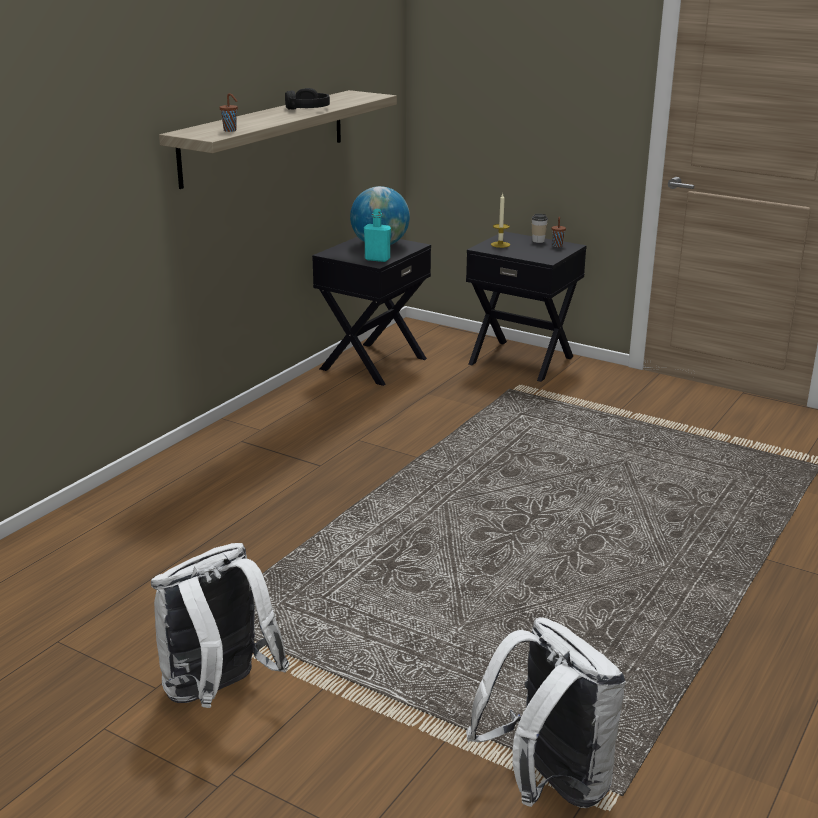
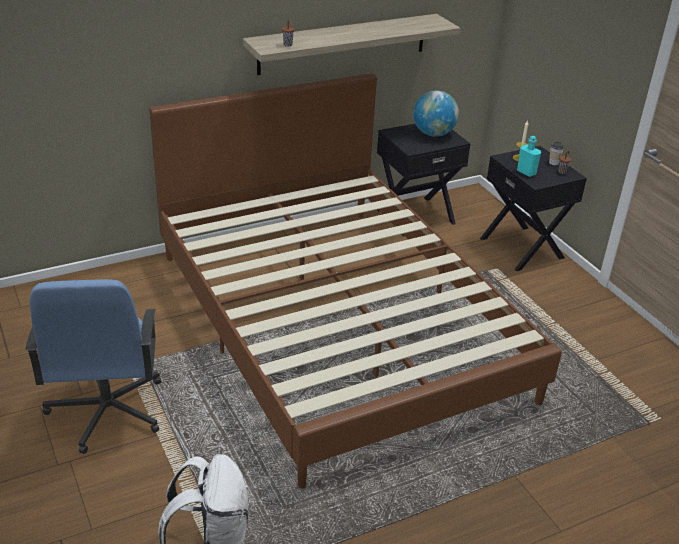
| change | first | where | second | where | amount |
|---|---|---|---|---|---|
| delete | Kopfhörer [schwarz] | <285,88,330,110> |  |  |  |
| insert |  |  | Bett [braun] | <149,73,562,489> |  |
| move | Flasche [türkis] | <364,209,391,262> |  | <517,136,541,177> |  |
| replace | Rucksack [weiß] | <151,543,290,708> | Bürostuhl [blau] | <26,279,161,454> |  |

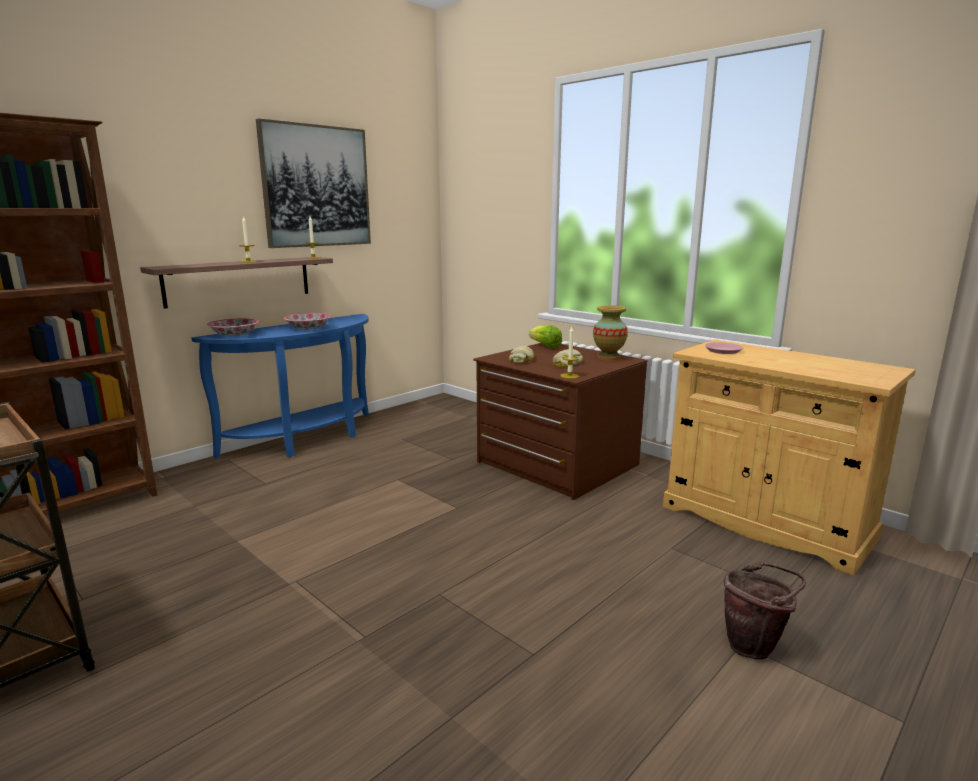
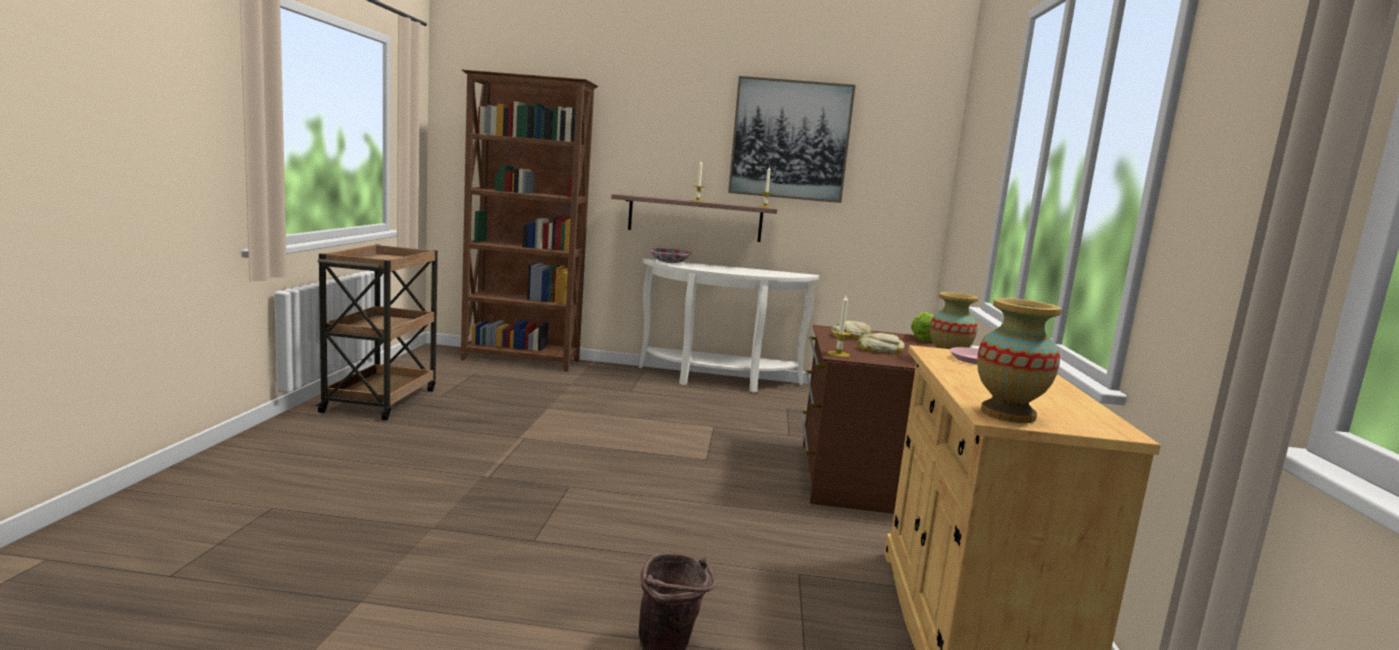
| change | first | where | second | where | amount |
|---|---|---|---|---|---|
| delete | Schüssel | <284,313,331,329> |  |  |  |
| insert |  |  | Vase | <977,298,1062,423> |  |
| recolor | Konsolentisch [blau] | <191,314,369,458> | Konsolentisch [weiß] | <639,258,819,393> |  |

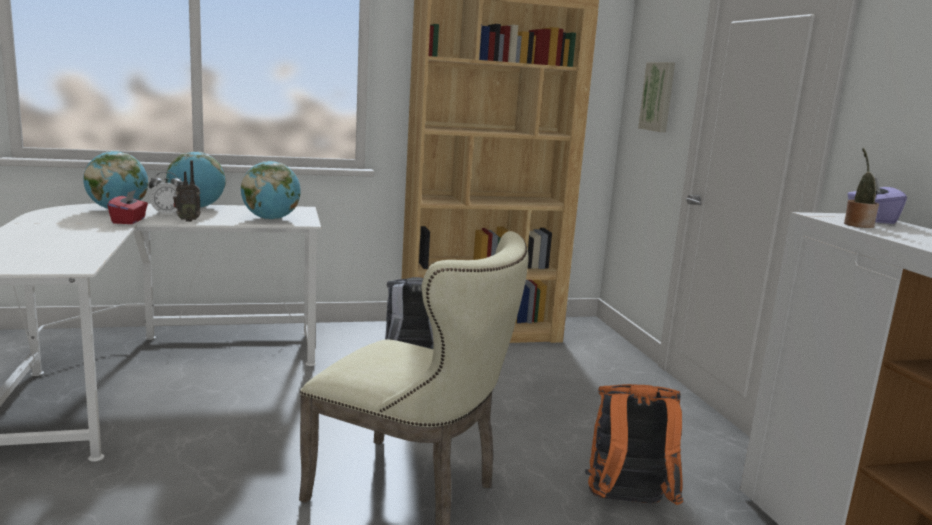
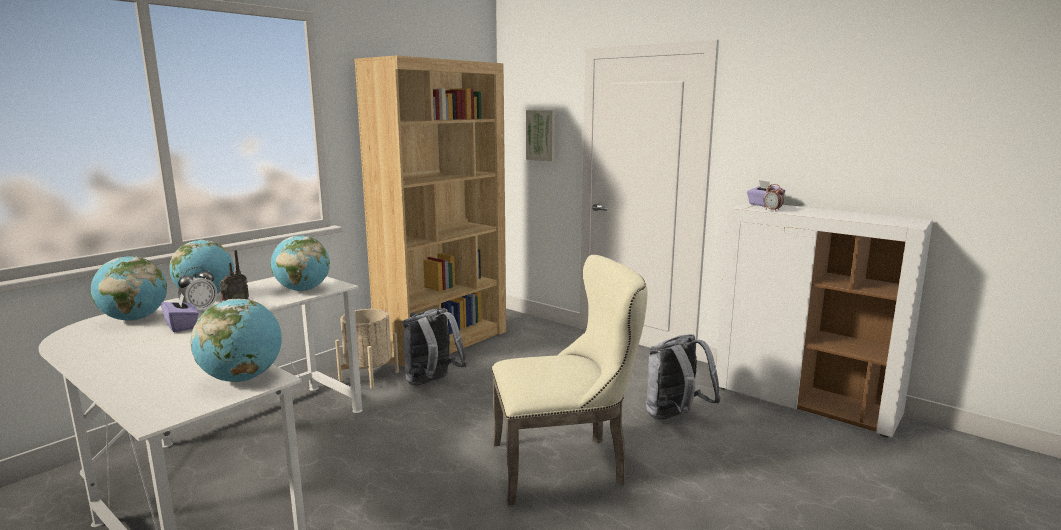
| change | first | where | second | where | amount |
|---|---|---|---|---|---|
| insert |  |  | Globus | <190,299,282,382> |  |
| insert |  |  | Pflanzkübel [beige] | <335,309,399,389> |  |
| replace | Topfpflanze | <844,148,879,228> | Wecker | <763,184,784,211> |  |
| recolor | Taschentuchbox [rot] | <107,190,148,224> | Taschentuchbox [lila] | <161,292,199,332> |  |
| recolor | Rucksack [orange] | <585,384,683,505> | Rucksack [grau] | <646,334,721,420> |  |

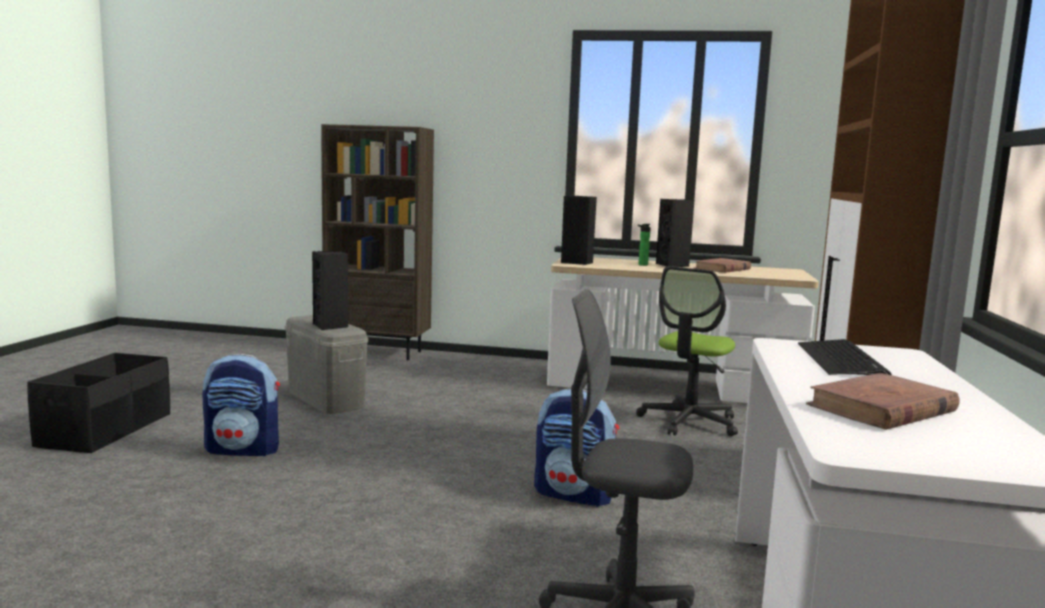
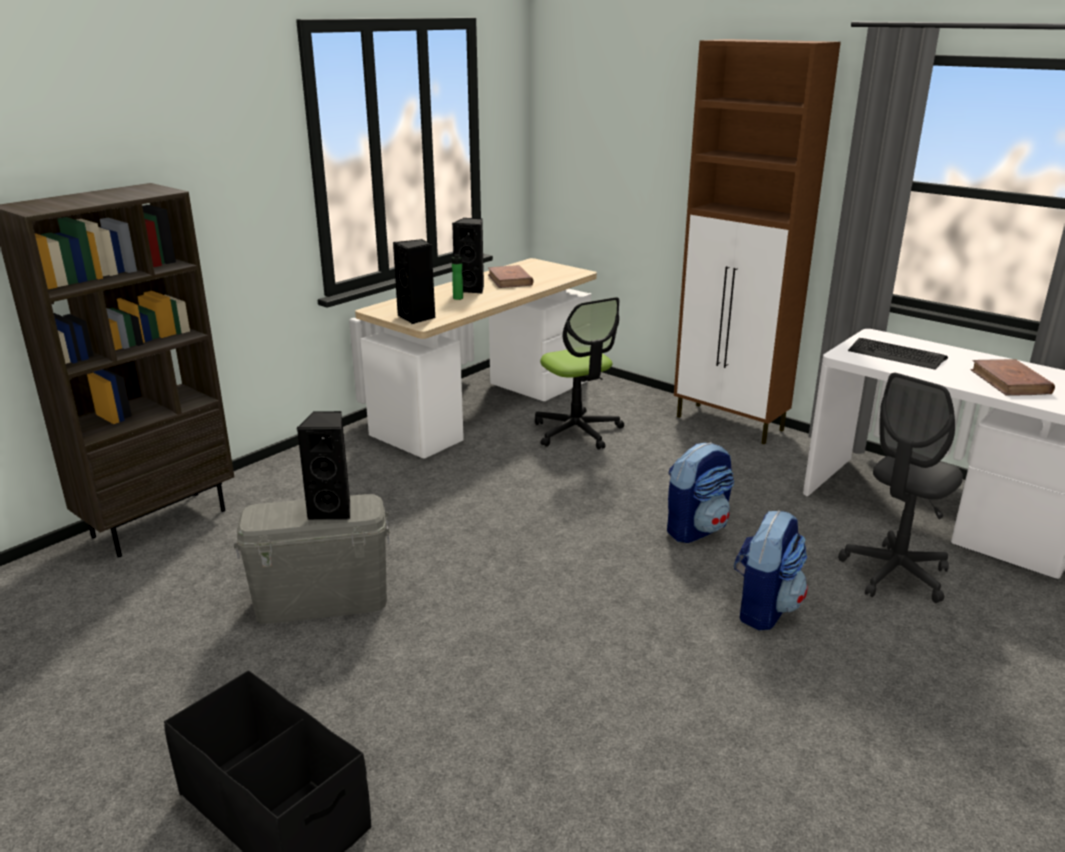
| change | first | where | second | where | amount |
|---|---|---|---|---|---|
| move | Rucksack | <203,354,280,457> |  | <734,510,808,630> |  |

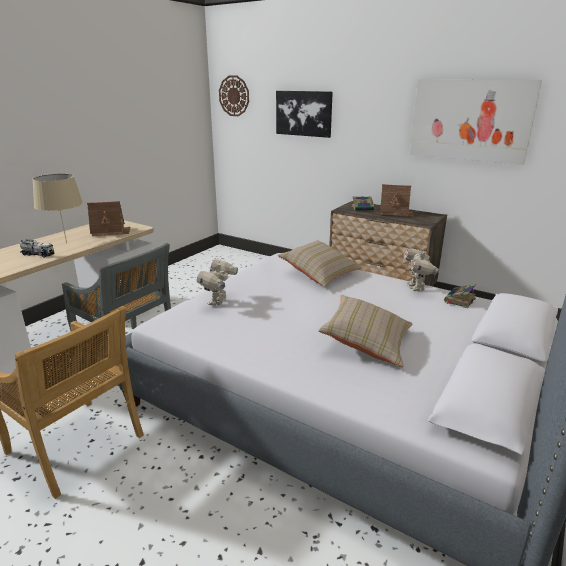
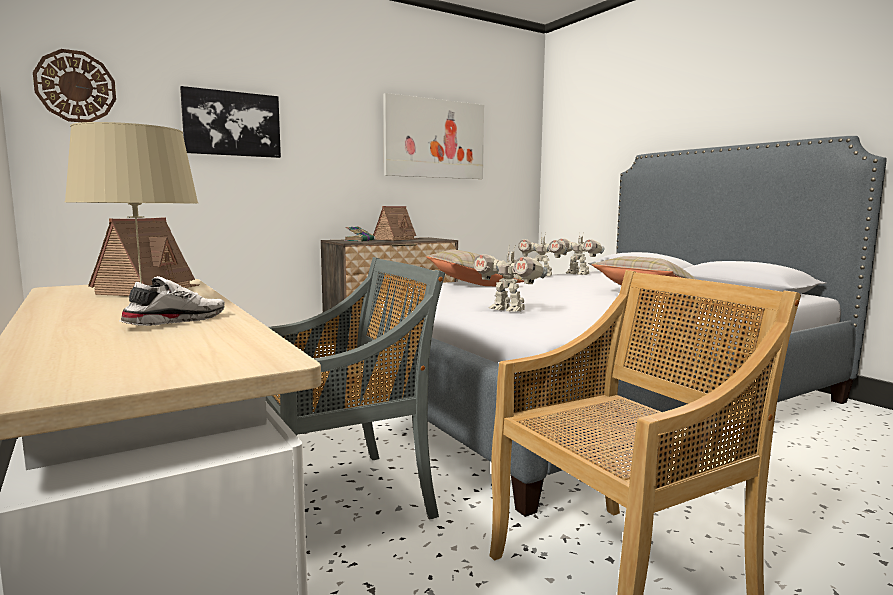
| change | first | where | second | where | amount |
|---|---|---|---|---|---|
| replace | Spielzeuglaster | <20,239,55,258> | Schuh [weiß] | <119,276,225,326> |  |
| replace | Buch | <444,284,476,308> | Spielzeugroboter | <559,232,605,275> |  |

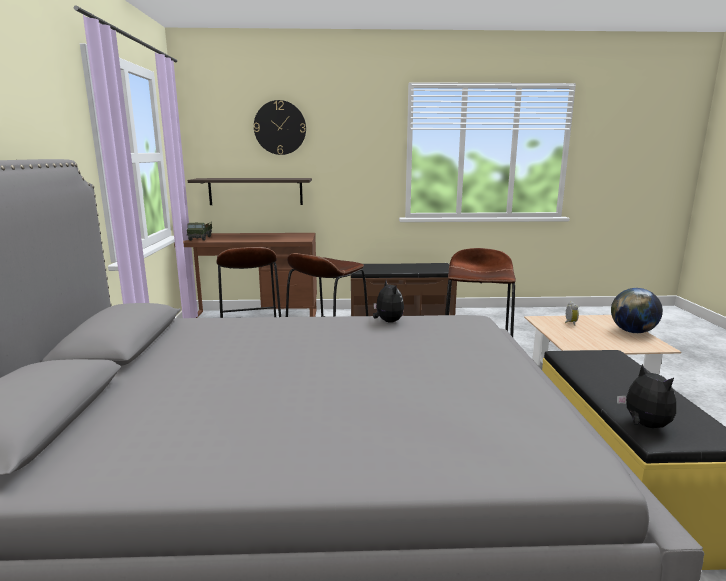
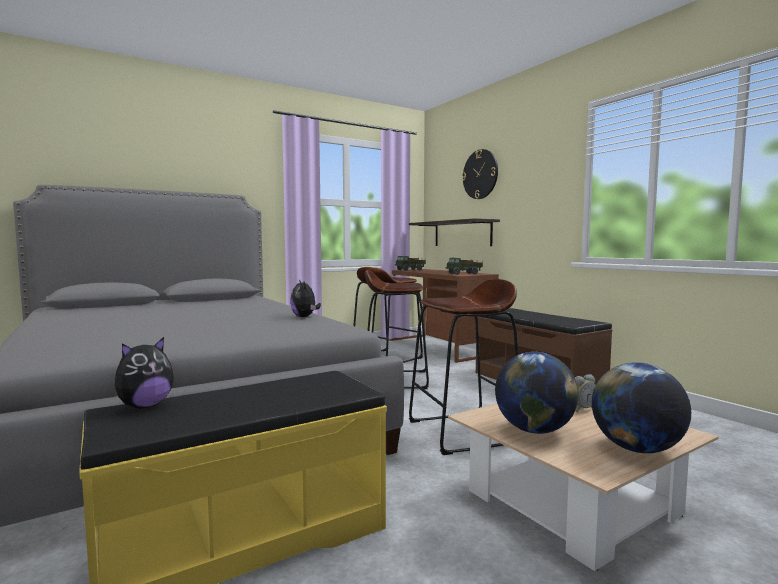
| change | first | where | second | where | amount |
|---|---|---|---|---|---|
| insert |  |  | Spielzeuglaster | <446,258,483,275> |  |
| insert |  |  | Globus | <495,352,579,434> |  |
| rotate | Plüschtier | <373,281,404,323> |  | <290,279,321,317> | 120 degrees clockwise |

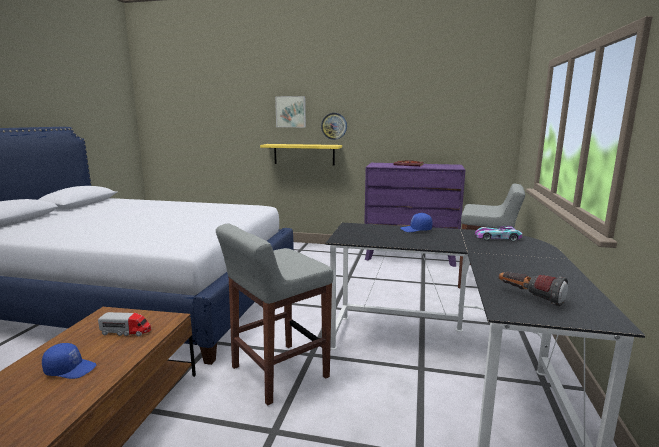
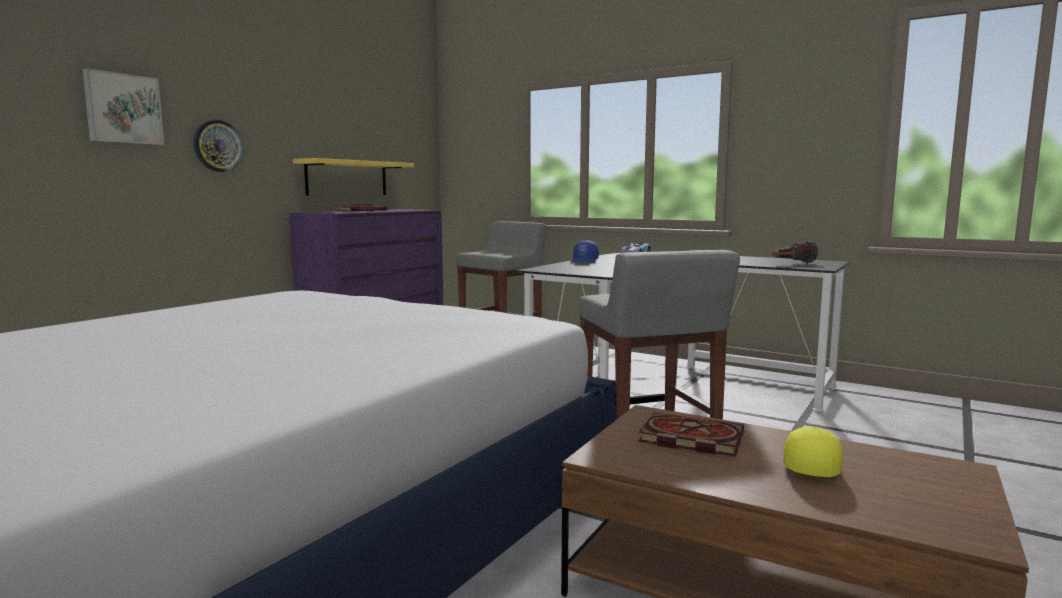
| change | first | where | second | where | amount |
|---|---|---|---|---|---|
| move | Wandregal [gelb] | <260,144,342,166> |  | <293,158,414,196> |  |
| replace | Spielzeuglaster | <98,312,151,337> | Buch | <638,413,744,457> |  |
| recolor | Kappe [blau] | <42,343,96,379> | Kappe [gelb] | <783,427,843,477> |  |

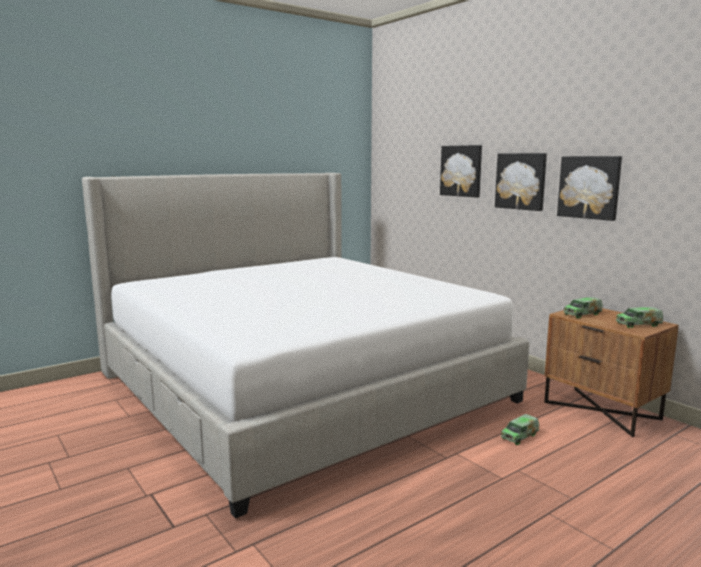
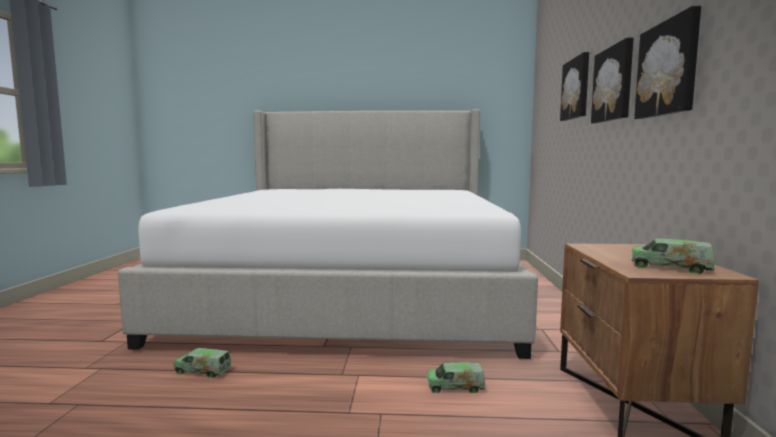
| change | first | where | second | where | amount |
|---|---|---|---|---|---|
| move | Spielzeuglaster | <564,297,603,318> |  | <174,348,232,378> |  |

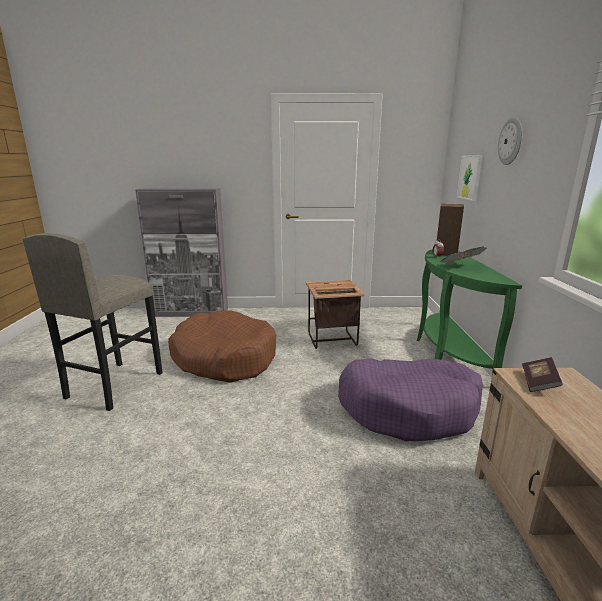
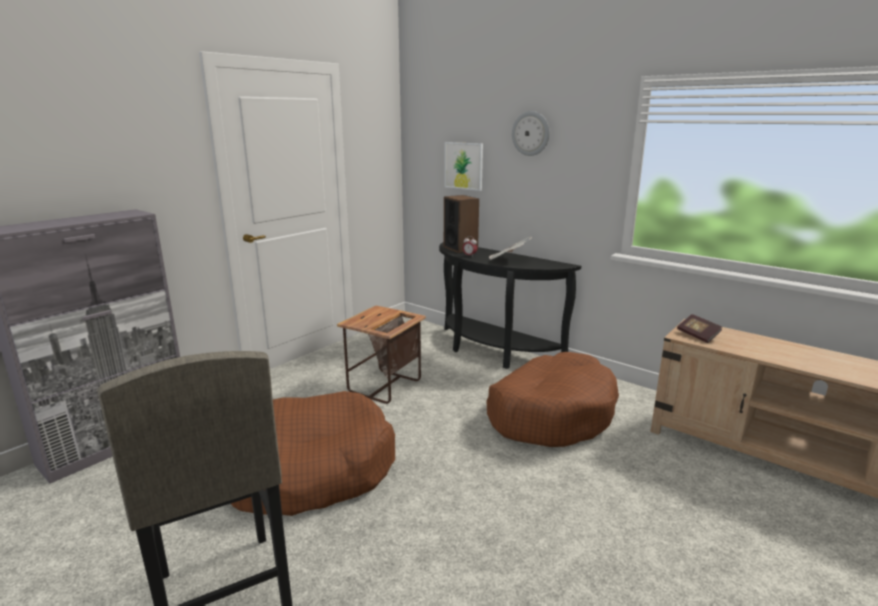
| change | first | where | second | where | amount |
|---|---|---|---|---|---|
| recolor | Hundebett [lila] | <338,358,483,441> | Hundebett [braun] | <486,352,619,447> |  |
| recolor | Konsolentisch [grün] | <417,249,522,374> | Konsolentisch [schwarz] | <439,242,581,369> |  |

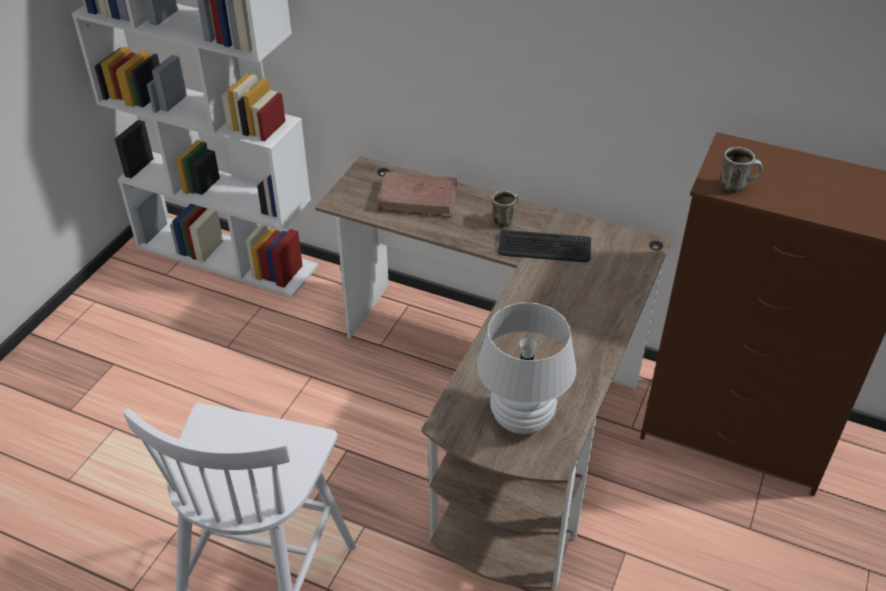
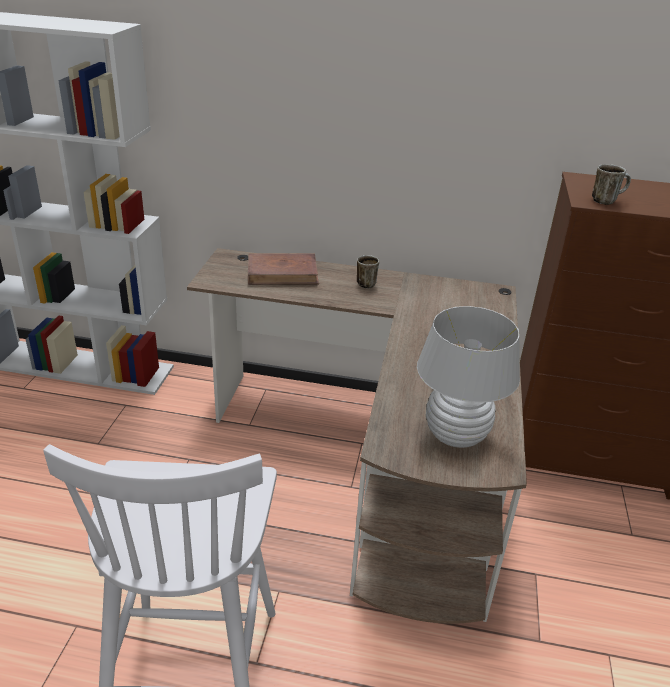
| change | first | where | second | where | amount |
|---|---|---|---|---|---|
| delete | Tastatur | <498,230,591,262> |  |  |  |

